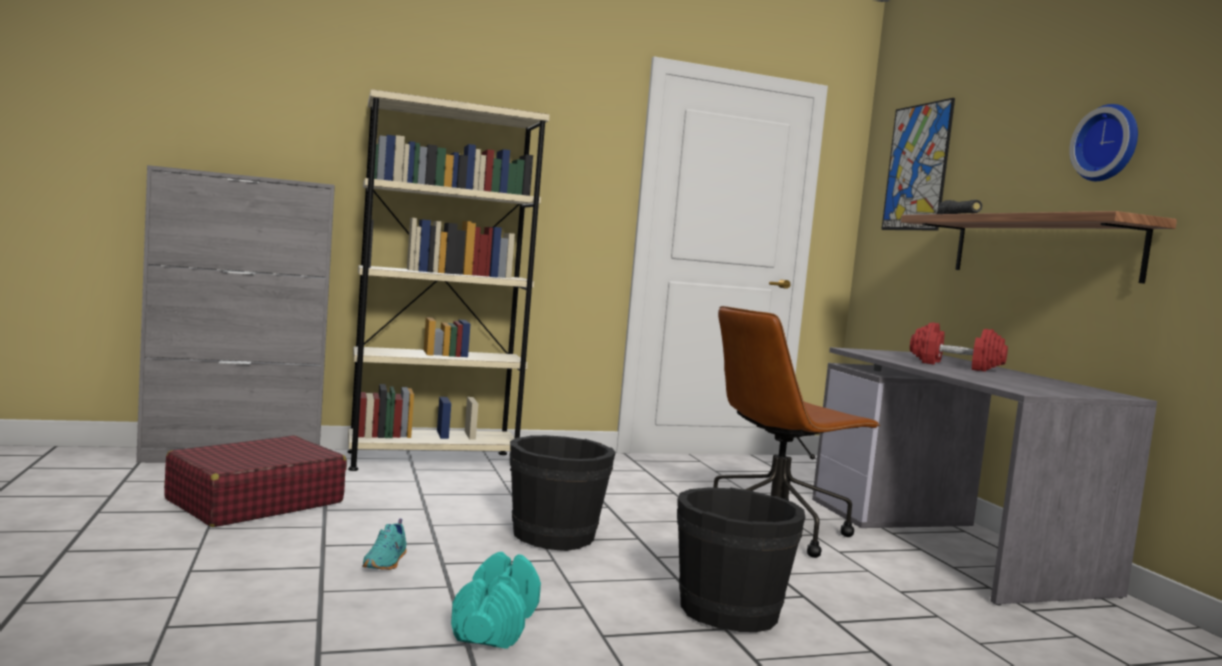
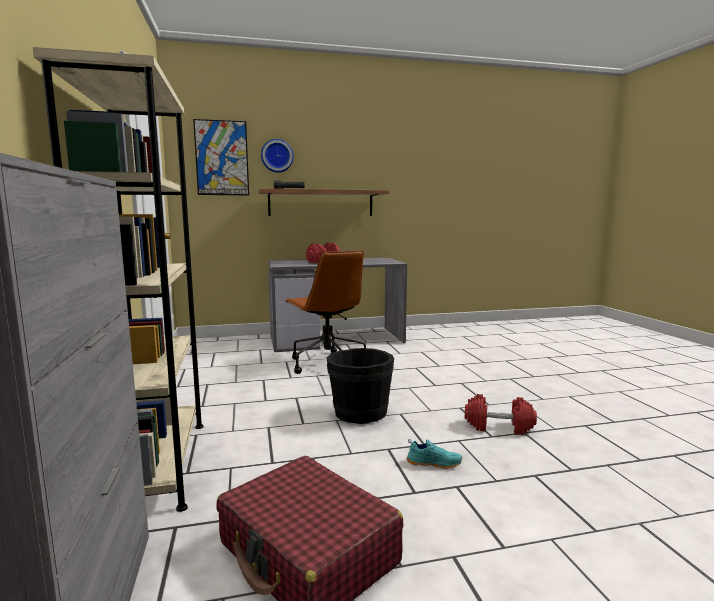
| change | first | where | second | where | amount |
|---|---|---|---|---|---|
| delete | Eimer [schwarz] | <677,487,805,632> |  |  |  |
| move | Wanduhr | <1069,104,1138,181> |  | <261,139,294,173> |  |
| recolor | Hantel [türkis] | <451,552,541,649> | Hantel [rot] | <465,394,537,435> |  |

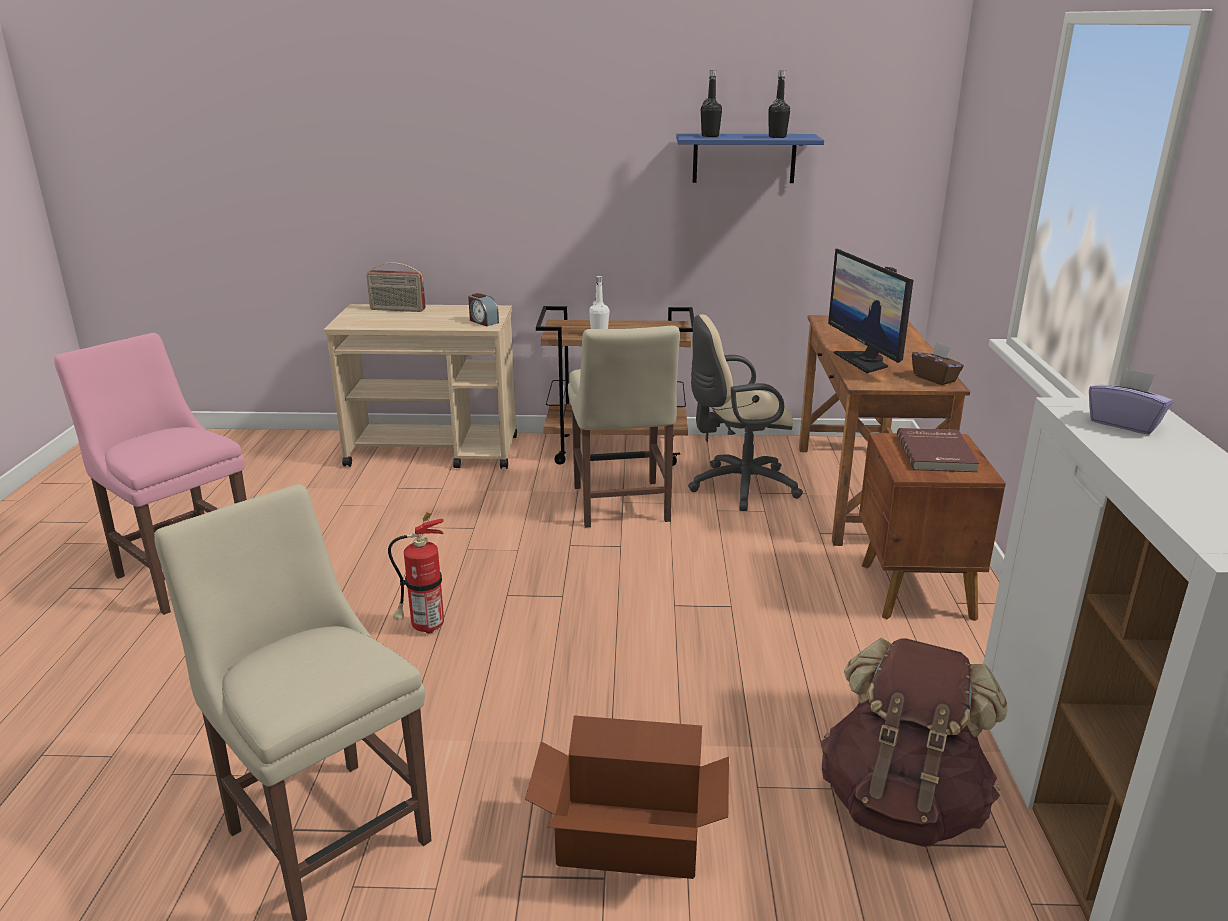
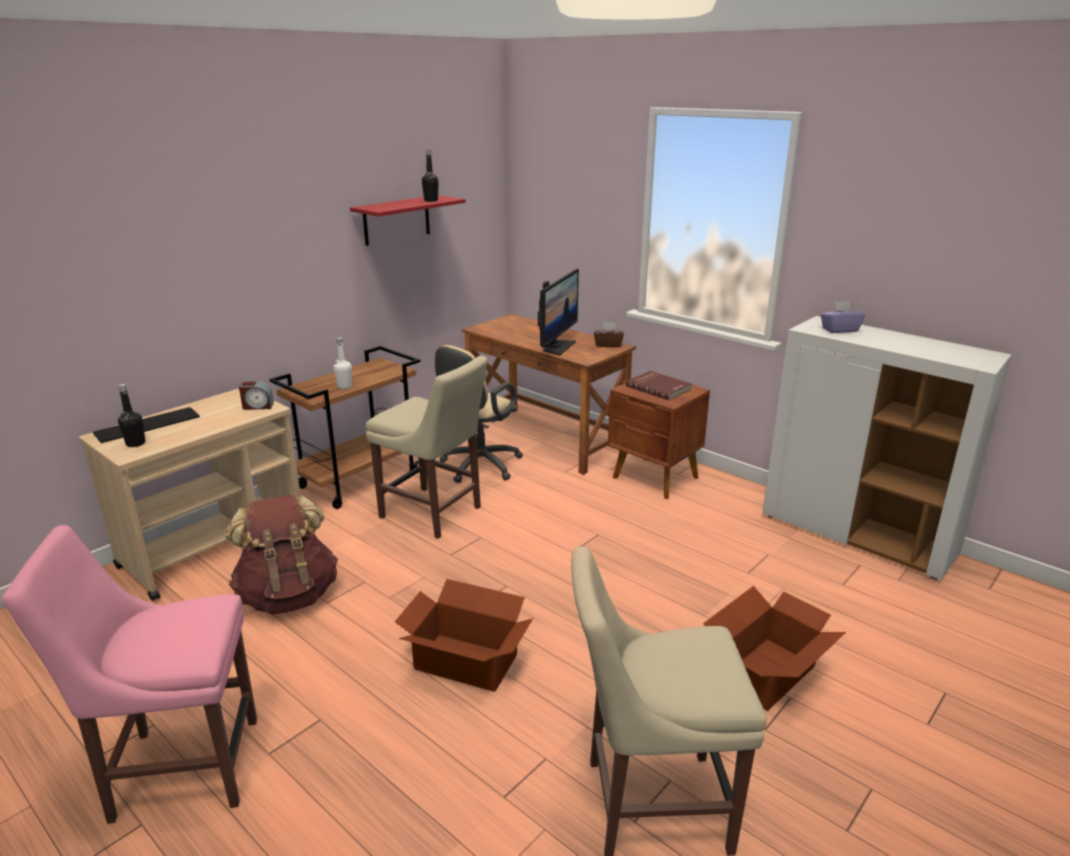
| change | first | where | second | where | amount |
|---|---|---|---|---|---|
| move | Flasche [schwarz] | <701,70,722,137> |  | <118,384,145,447> |  |
| move | Rucksack [braun] | <821,638,1007,847> |  | <225,495,338,615> |  |
| replace | Radio | <366,262,426,312> | Tastatur | <93,407,200,443> |  |
| replace | Feuerlöscher | <388,513,444,634> | Karton | <395,579,533,692> |  |
| recolor | Wandregal [blau] | <676,133,824,183> | Wandregal [rot] | <350,195,466,246> |  |
| rotate | Monitor | <828,249,913,373> |  | <538,269,579,356> | 90 degrees counterclockwise |

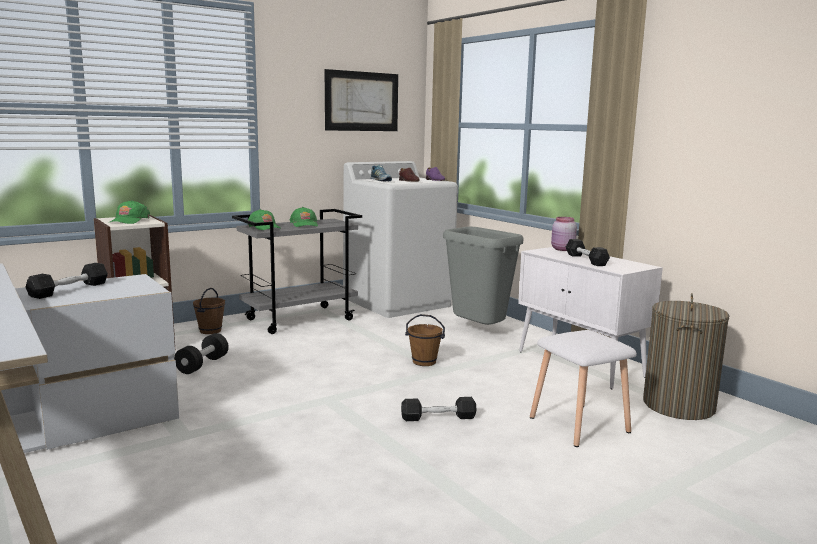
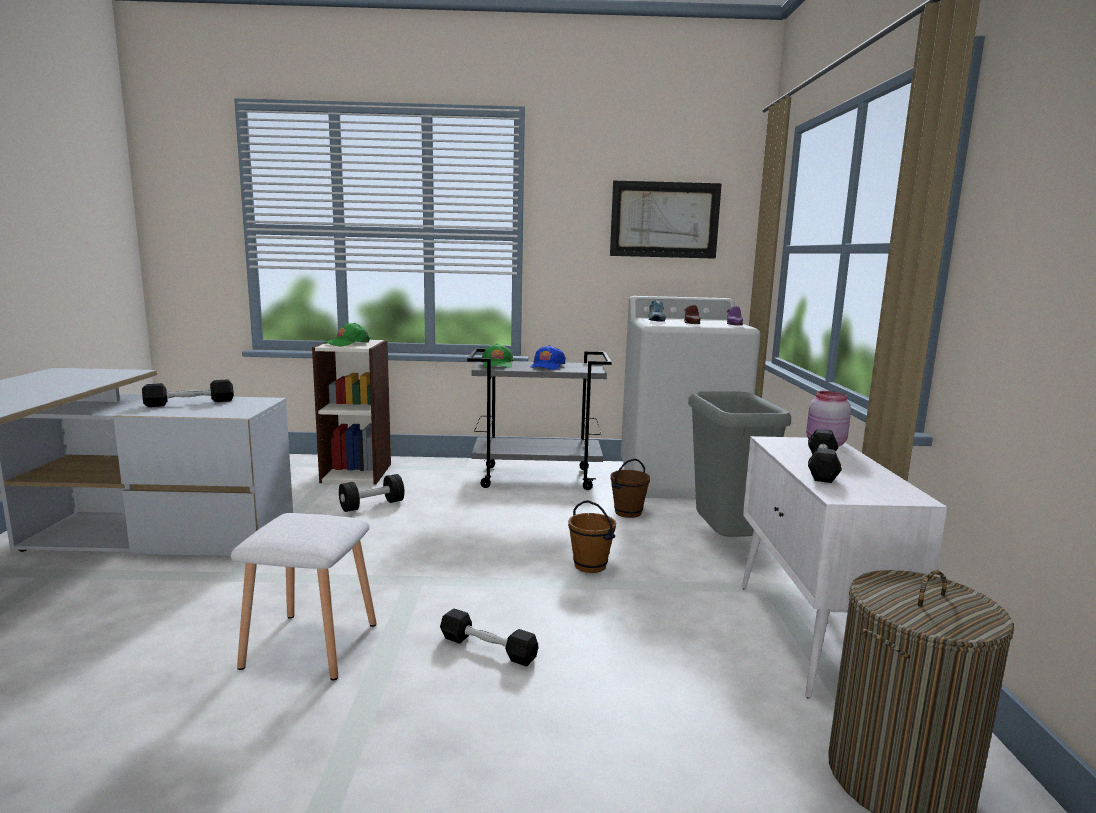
| change | first | where | second | where | amount |
|---|---|---|---|---|---|
| move | Eimer [braun] | <193,288,225,334> |  | <610,459,650,518> |  |
| move | Hocker [weiß] | <530,330,637,447> |  | <231,513,376,680> |  |
| recolor | Kappe [grün] | <290,207,318,227> | Kappe [blau] | <530,345,566,370> |  |

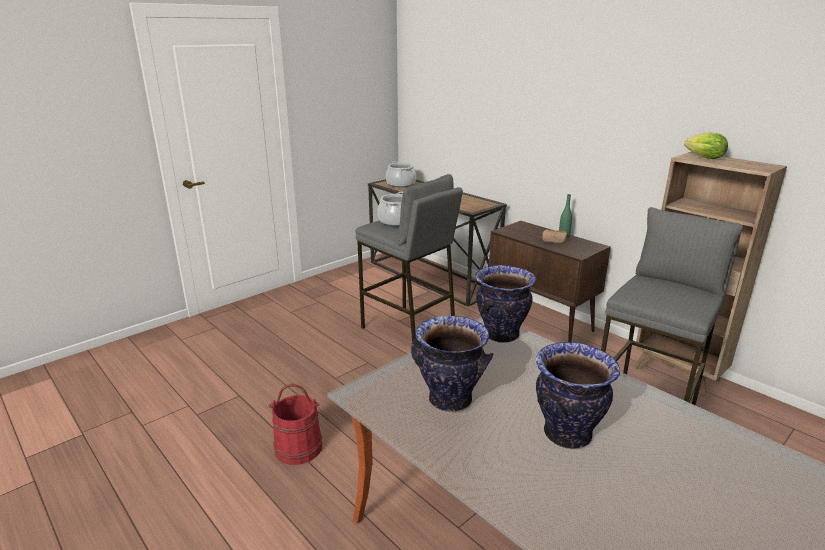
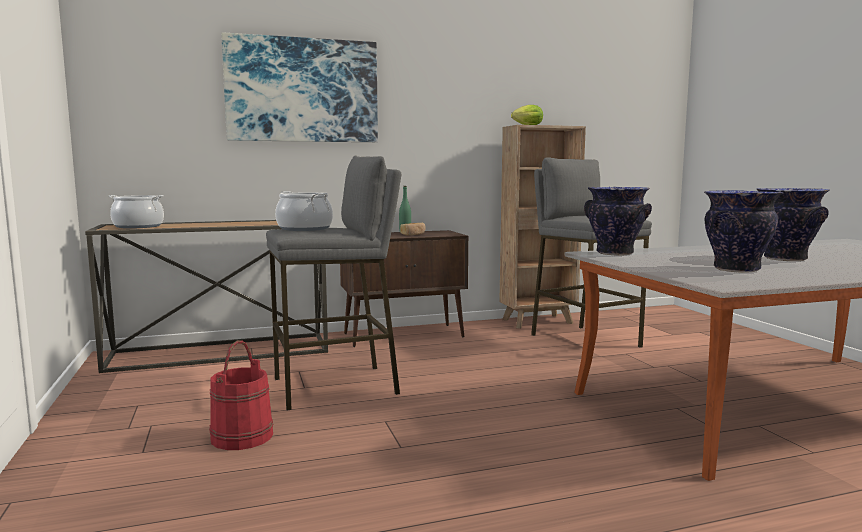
| change | first | where | second | where | amount |
|---|---|---|---|---|---|
| insert |  |  | Bild | <221,32,378,142> |  |
| move | Eimer [rot] | <268,384,322,465> |  | <209,341,273,450> |  |

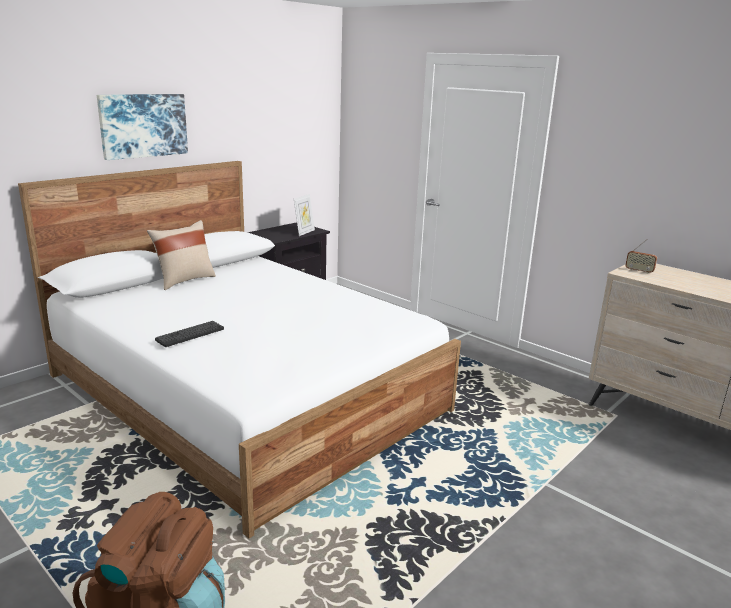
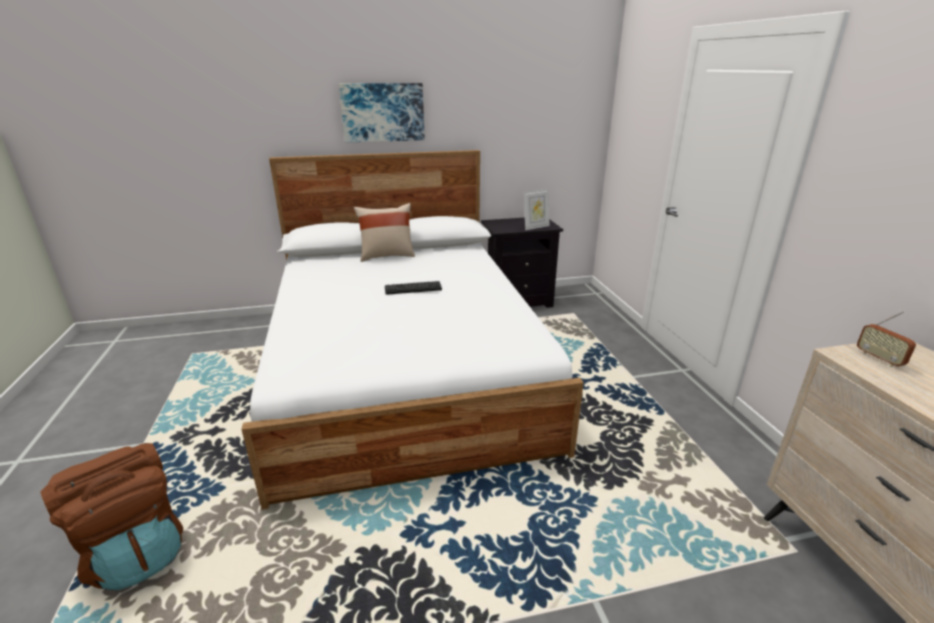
| change | first | where | second | where | amount |
|---|---|---|---|---|---|
| move | Tastatur | <155,321,224,347> |  | <385,281,442,295> |  |

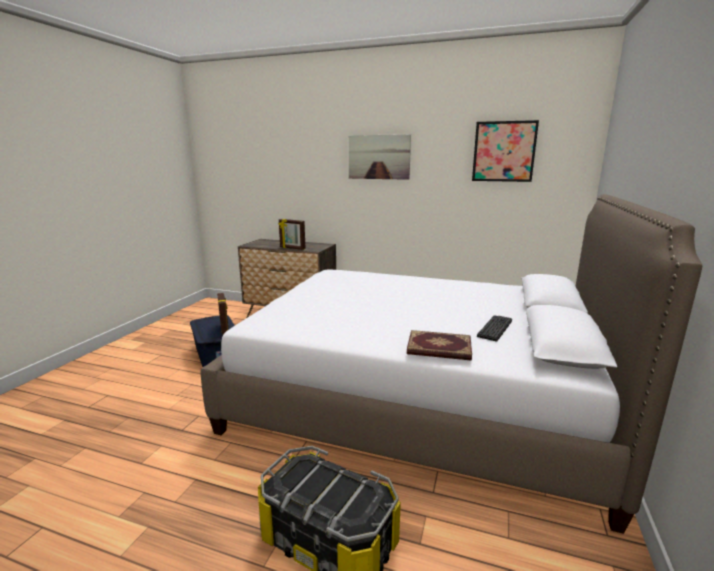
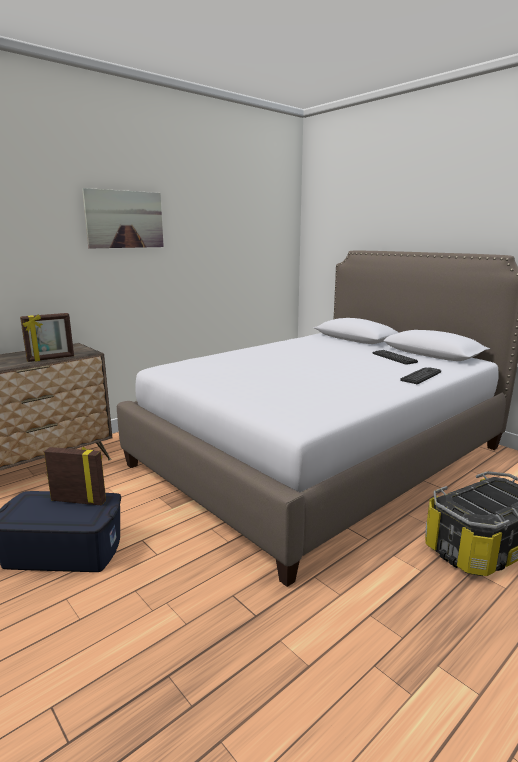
| change | first | where | second | where | amount |
|---|---|---|---|---|---|
| delete | Bild | <472,120,539,182> |  |  |  |
| replace | Buch | <407,330,472,361> | Tastatur | <400,367,441,384> |  |

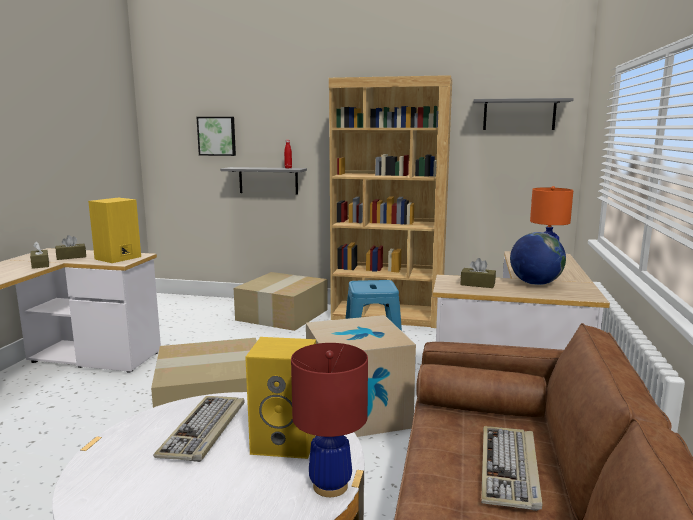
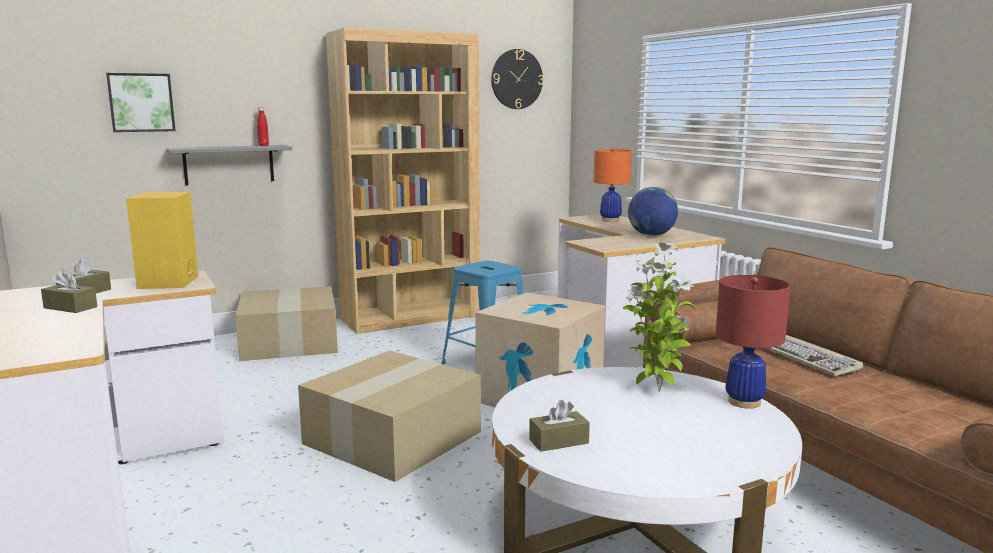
| change | first | where | second | where | amount |
|---|---|---|---|---|---|
| delete | Tastatur | <153,396,245,462> |  |  |  |
| move | Taschentuchbox [braun] | <460,258,496,288> |  | <529,400,590,452> |  |
| replace | Lautsprecher [gelb] | <245,337,316,459> | Topfpflanze | <623,243,695,392> |  |
| replace | Wandregal [grau] | <474,98,574,130> | Wanduhr | <491,49,544,109> |  |

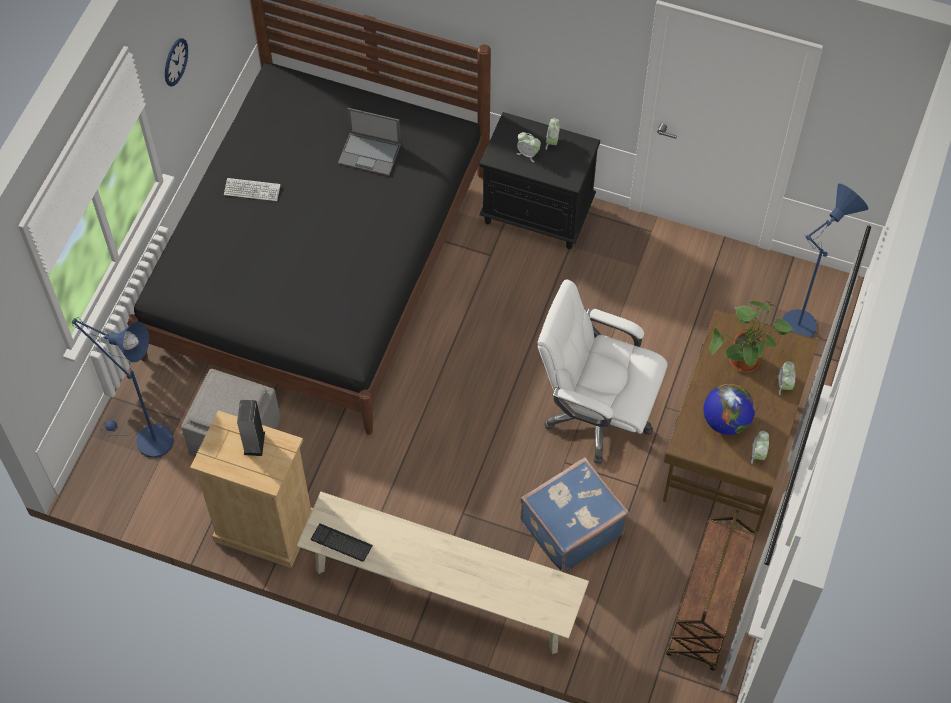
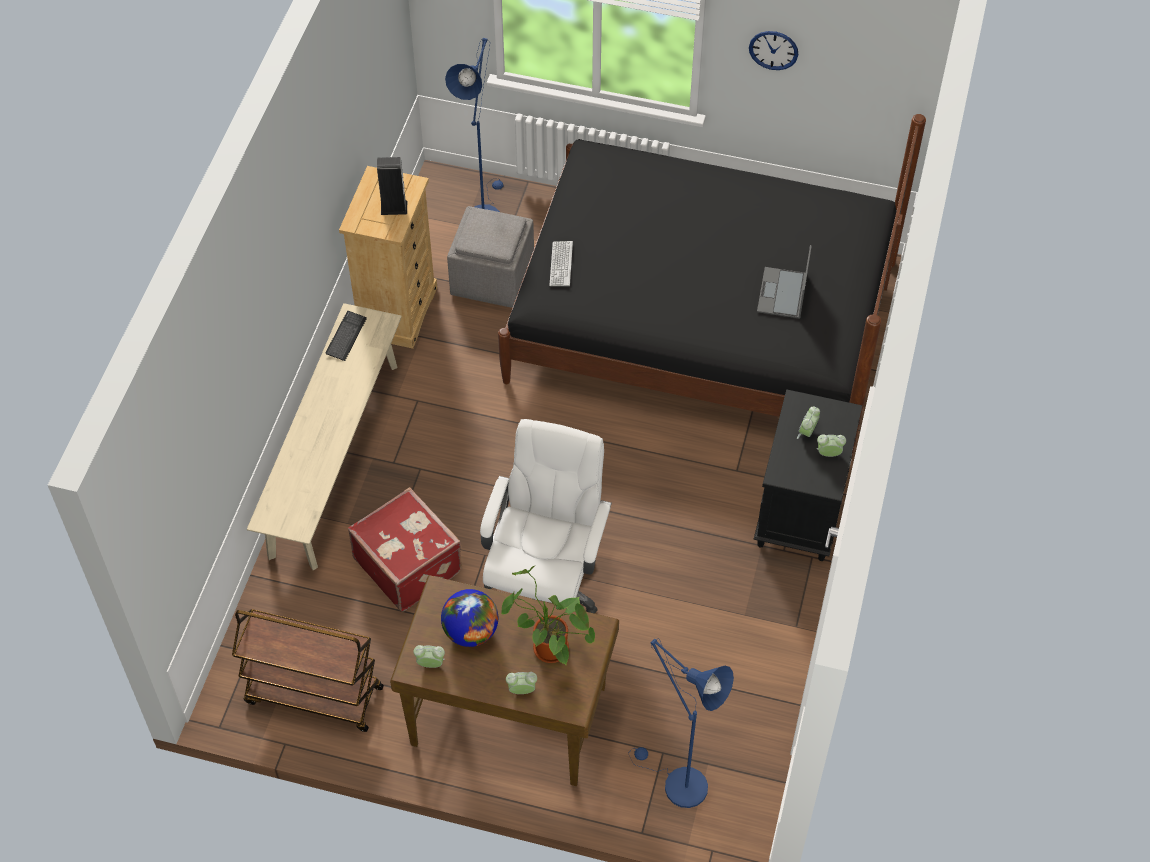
| change | first | where | second | where | amount |
|---|---|---|---|---|---|
| move | Tastatur | <224,178,280,201> |  | <549,241,573,286> |  |
| recolor | Koffer [blau] | <520,457,629,573> | Koffer [rot] | <348,487,462,612> |  |

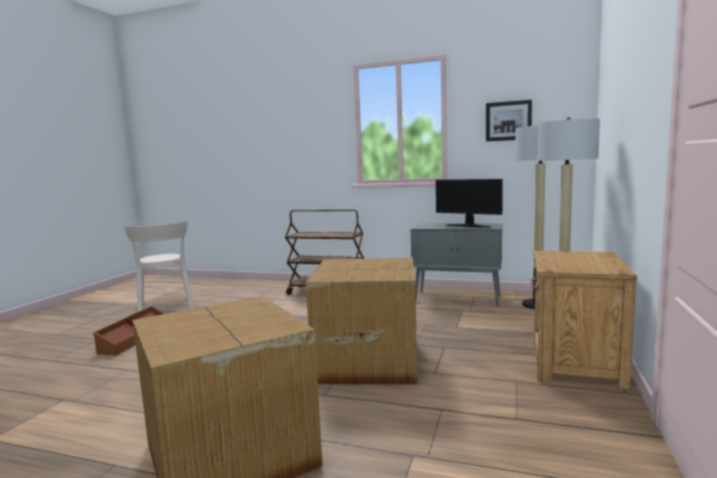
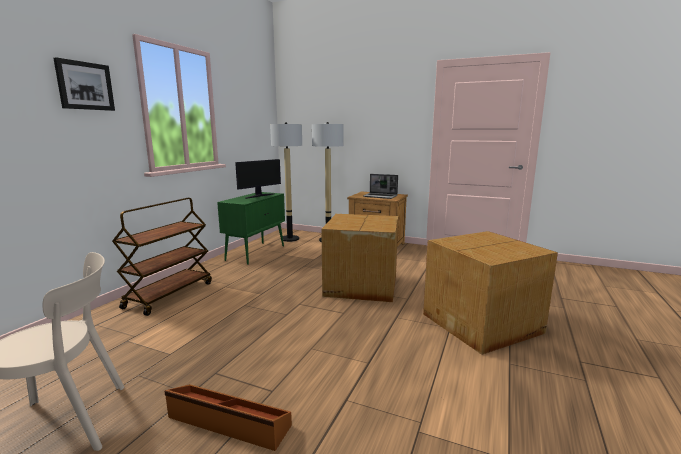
| change | first | where | second | where | amount |
|---|---|---|---|---|---|
| insert |  |  | Laptop | <363,174,398,199> |  |
| move | Bild | <486,100,532,142> |  | <53,57,115,111> |  |
| recolor | Schrank [grau] | <410,223,502,306> | Schrank [grün] | <217,192,285,265> |  |

